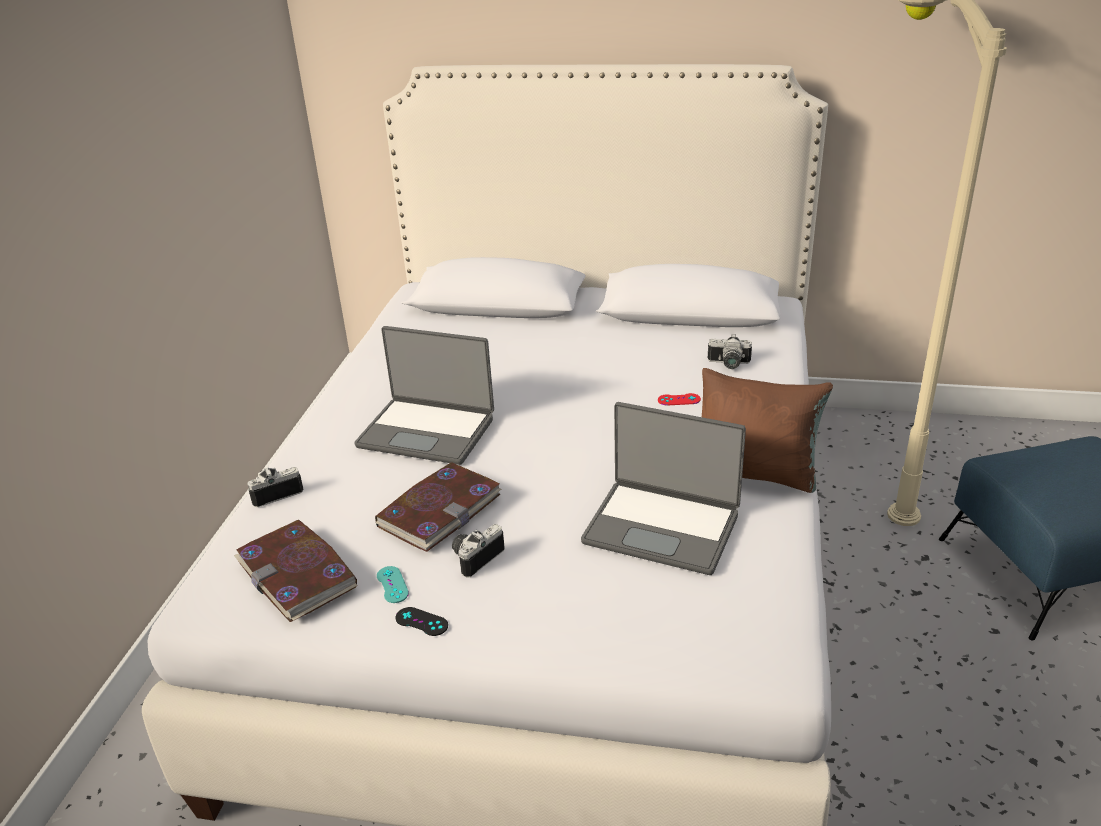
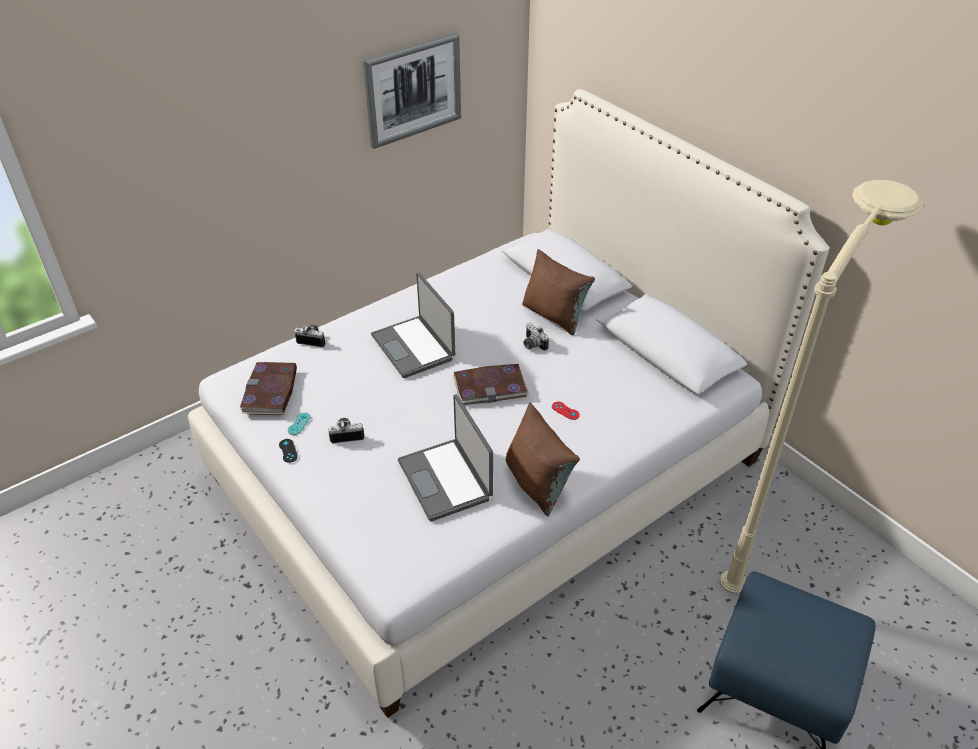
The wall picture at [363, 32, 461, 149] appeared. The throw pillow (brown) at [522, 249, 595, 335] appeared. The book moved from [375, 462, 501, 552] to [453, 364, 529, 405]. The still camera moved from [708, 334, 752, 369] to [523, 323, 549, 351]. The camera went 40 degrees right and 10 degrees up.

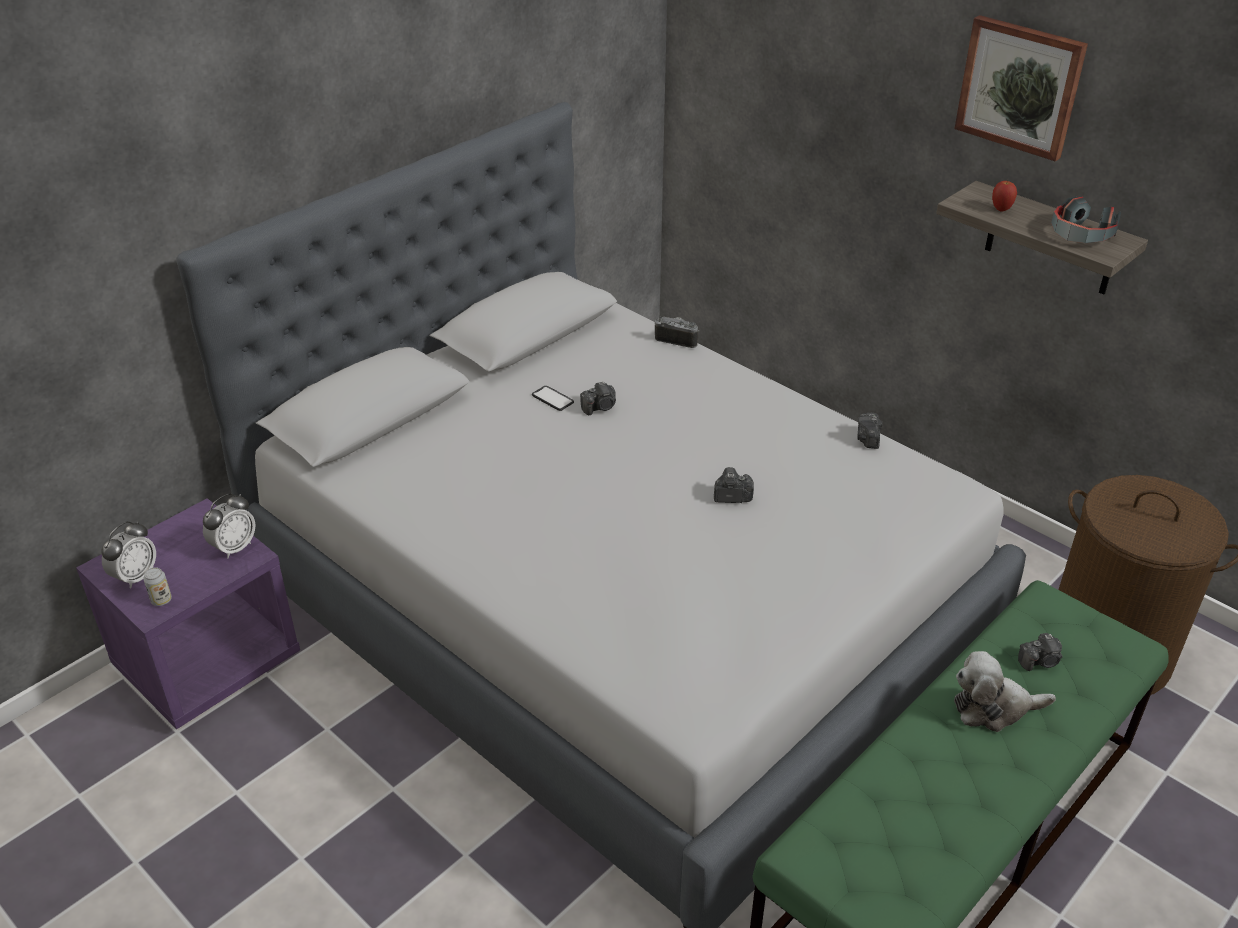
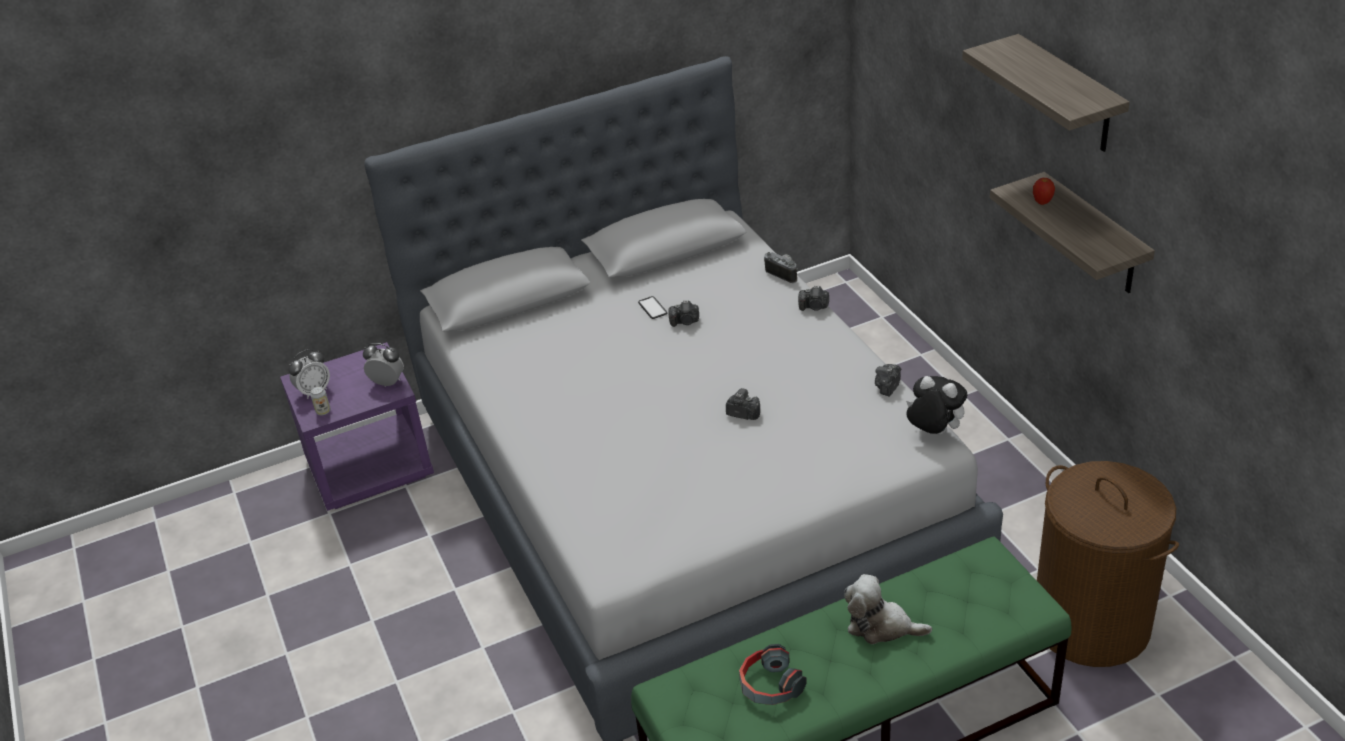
The cuddly toy at [906, 376, 967, 435] appeared. The still camera moved from [1018, 633, 1062, 671] to [798, 286, 829, 311]. The pair of headphones moved from [1051, 196, 1121, 243] to [739, 644, 807, 705]. The wall picture at [954, 15, 1088, 162] was replaced by the shelf at [962, 34, 1130, 152]. The table clock at [203, 493, 255, 558] turned 135 degrees counterclockwise. The camera went 25 degrees right and 0 degrees up.

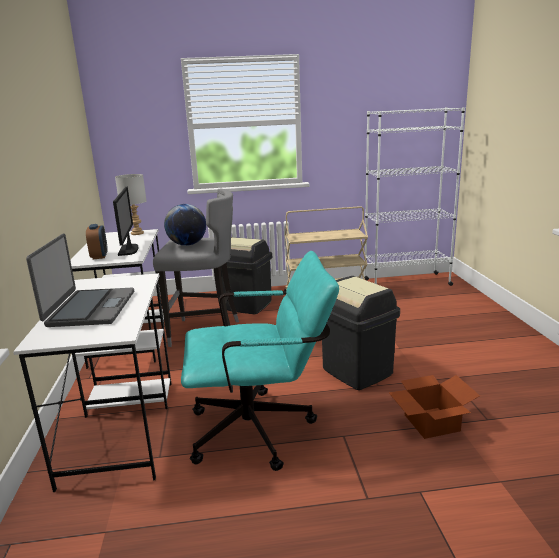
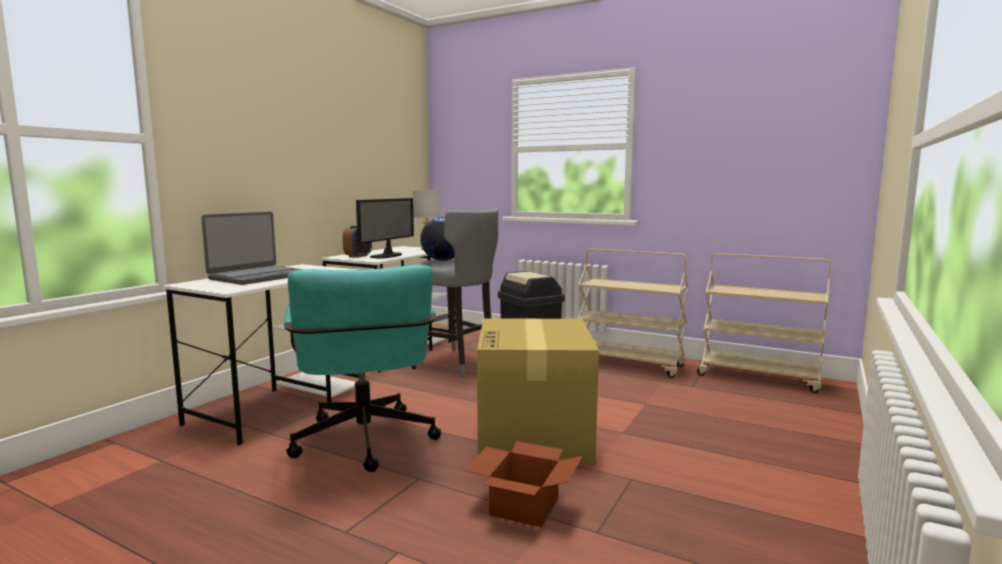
The trash can (black) at [322, 276, 400, 390] was replaced by the carton at [477, 318, 599, 464]. The shelving unit (whitish) at [364, 107, 465, 286] was replaced by the cart (sand-coloured) at [697, 253, 831, 393]. The computer chair (turquoise) at [181, 251, 339, 471] turned 45 degrees clockwise. The camera went 35 degrees right and 10 degrees down.

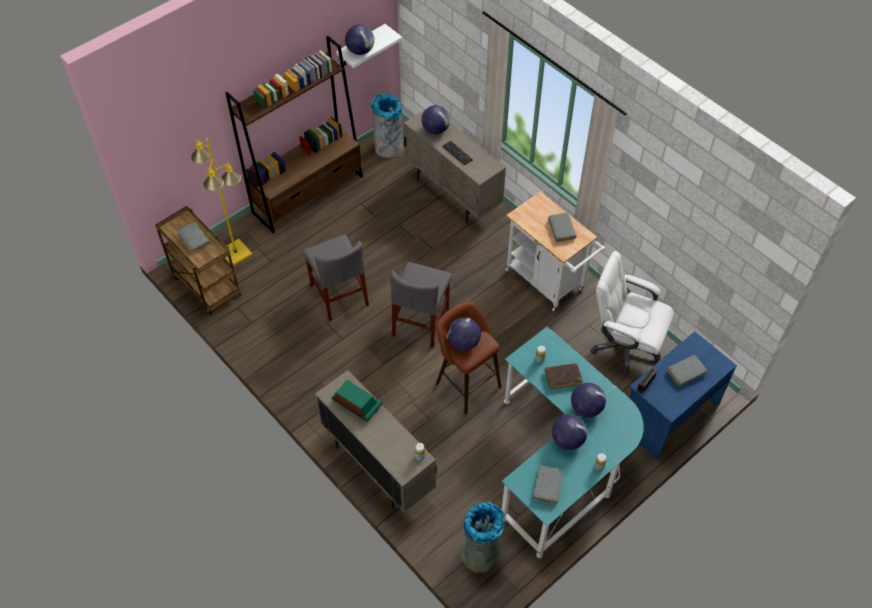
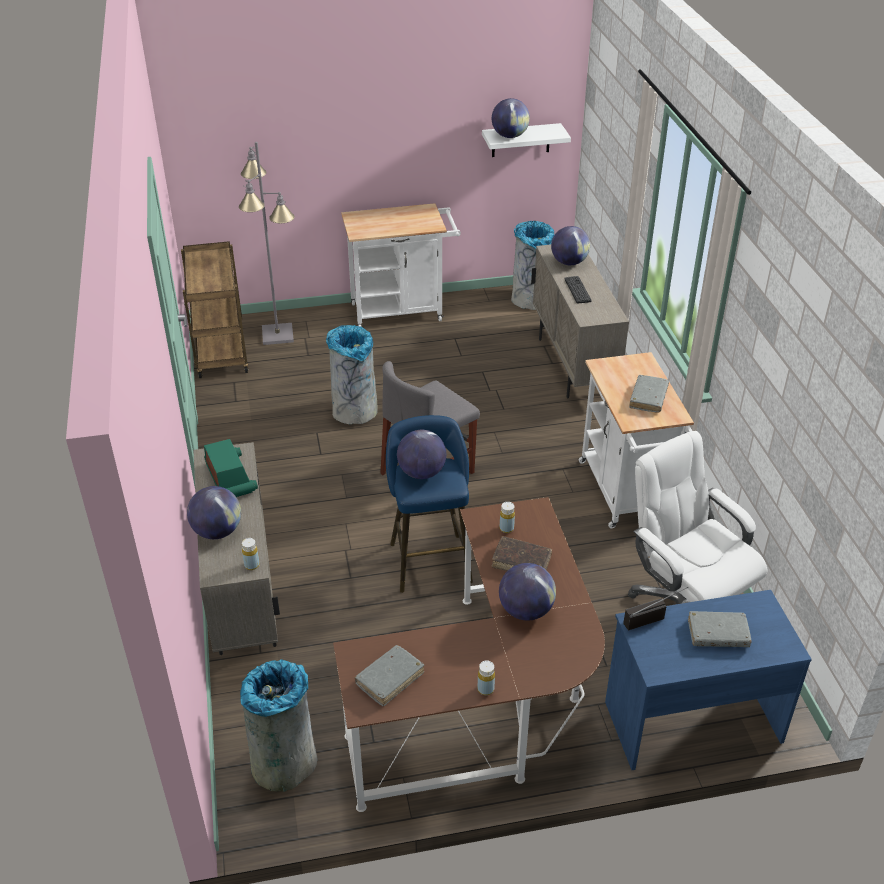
The book (greyish) at [177, 222, 210, 253] disappeared. The desk globe moved from [552, 414, 587, 450] to [187, 486, 241, 539]. The shelving unit (brown) at [225, 36, 363, 234] was replaced by the cart (whitish) at [341, 203, 461, 327]. The plain chair (greyish) at [304, 235, 369, 321] was replaced by the trash can (greyish) at [326, 325, 378, 424]. The standard lamp (yellowish) at [191, 139, 252, 266] became the standard lamp (greyish) at [239, 142, 295, 345]. The stool (brown) at [436, 301, 502, 414] became the stool (blue-coloured) at [386, 415, 473, 593]. The desk (turquoise) at [502, 326, 644, 558] became the desk (brown) at [333, 497, 605, 812]. The camera went 30 degrees right and 15 degrees down.

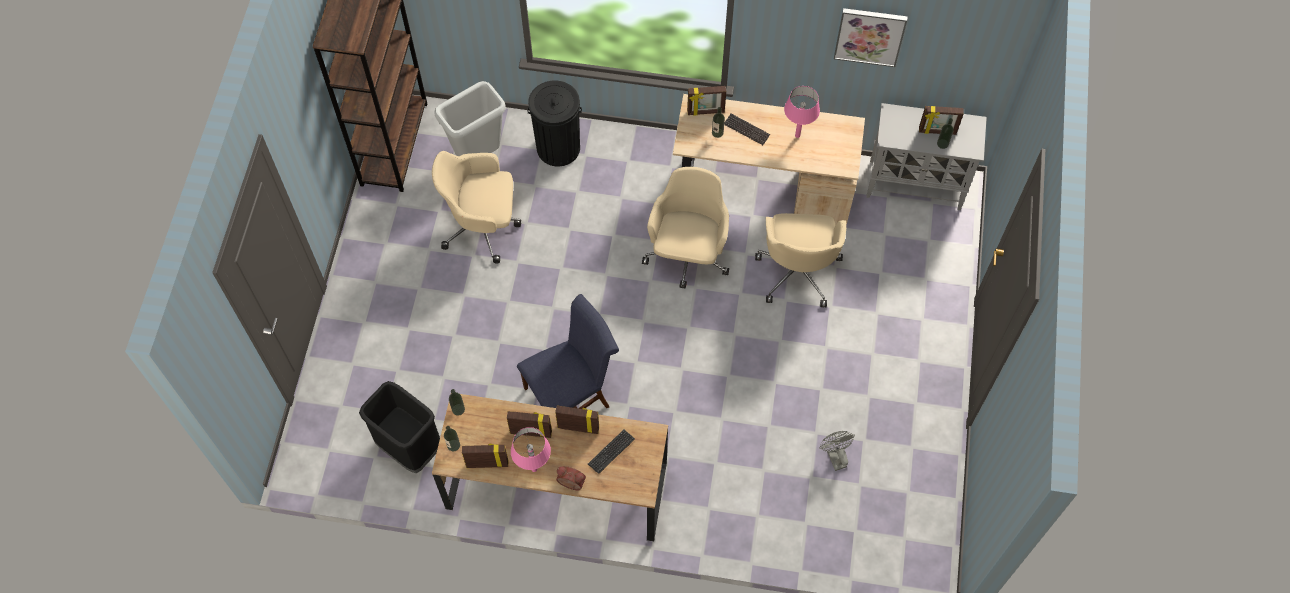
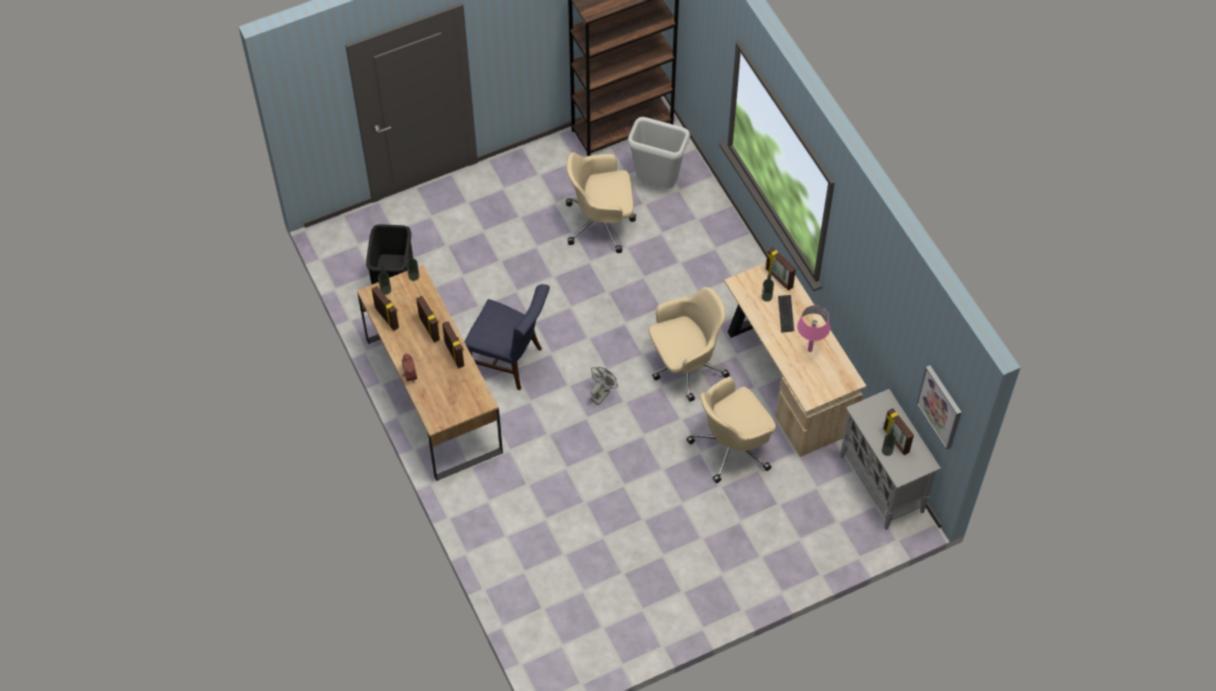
The lamp for a table (pink) at [511, 427, 551, 472] disappeared. The trash can (black) at [527, 81, 582, 166] disappeared. The computer keyboard at [588, 430, 635, 474] disappeared. The fan (greyish) moved from [819, 431, 855, 471] to [590, 367, 618, 405]. The wall picture moved from [834, 8, 908, 67] to [917, 365, 961, 450]. The computer chair (sand-coloured) at [432, 151, 521, 264] turned 60 degrees counterclockwise. The camera went 55 degrees right and 5 degrees down.

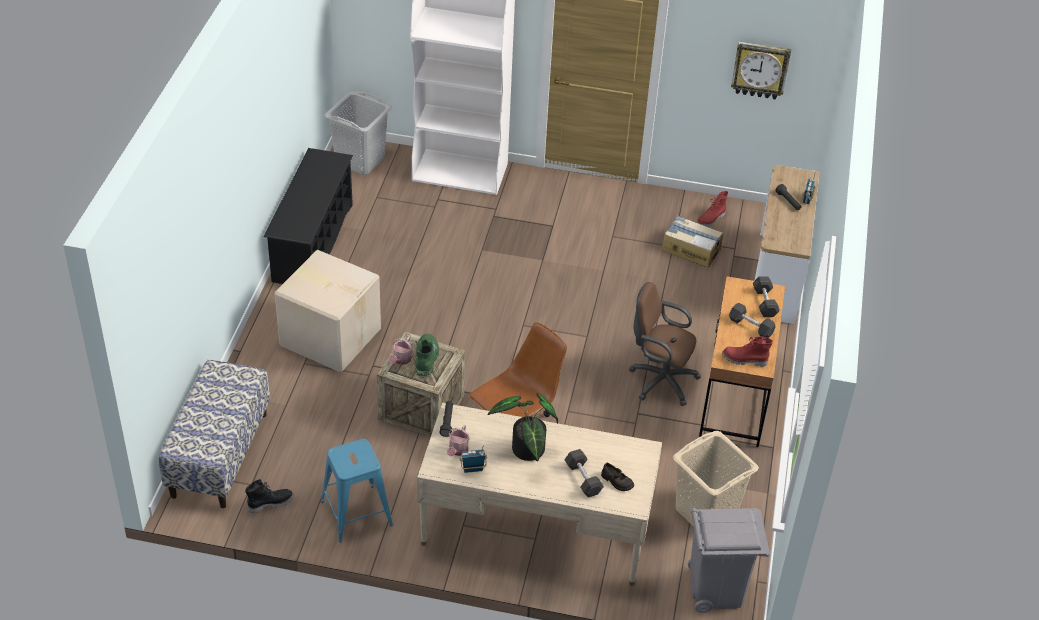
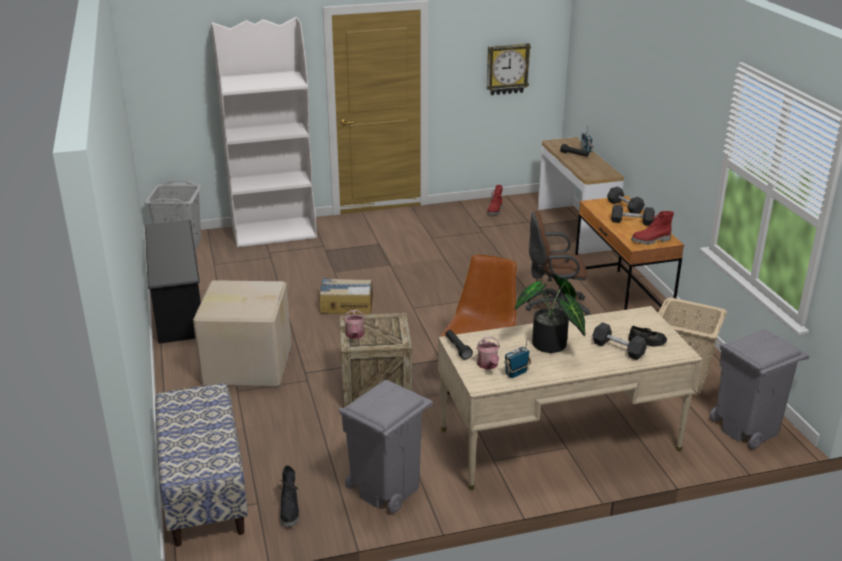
The boot (greenish) at [416, 334, 439, 377] disappeared. The carton moved from [662, 216, 723, 267] to [319, 278, 373, 314]. The stool (blue-coloured) at [321, 439, 393, 543] was replaced by the trash can (greyish) at [338, 380, 433, 513]. The boot (black) at [245, 479, 294, 513] turned 135 degrees clockwise. The camera went 25 degrees left and 15 degrees down.

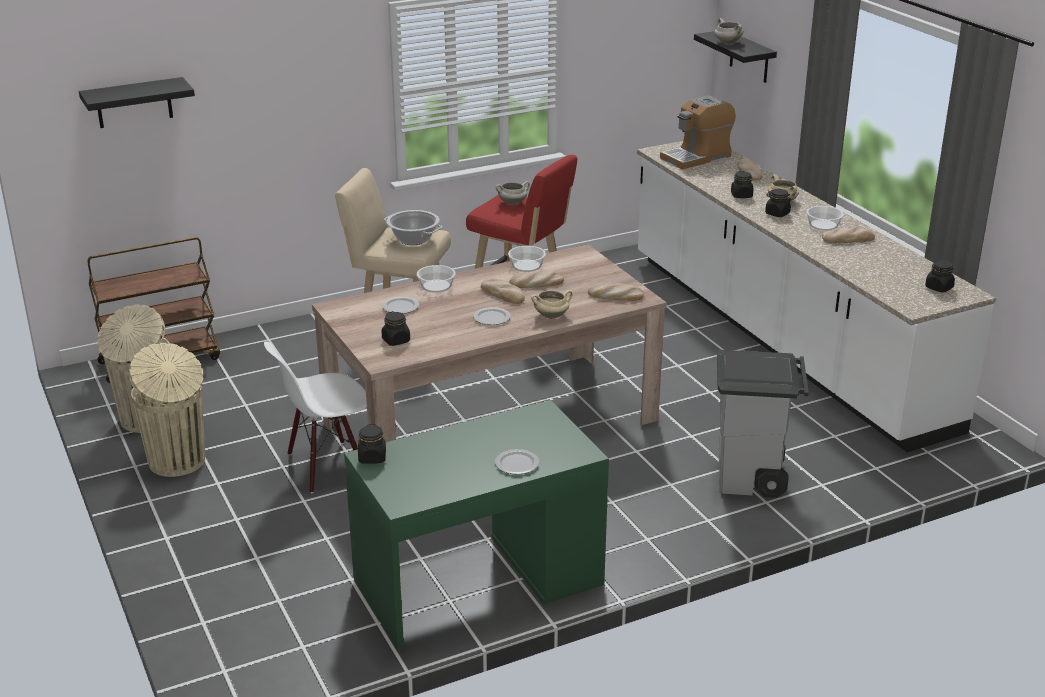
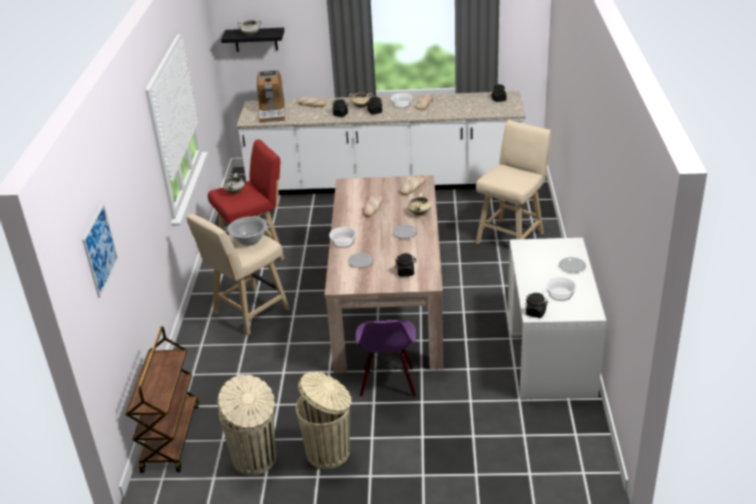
The bakery bread at [481, 278, 525, 304] disappeared. The serving bowl moved from [508, 246, 546, 272] to [546, 277, 576, 301]. The shelf (black) at [79, 77, 195, 128] was replaced by the wall picture at [82, 203, 118, 298]. The trash can (greyish) at [717, 350, 809, 498] was replaced by the stool (sand-coloured) at [476, 120, 551, 244]. The plain chair (whitish) at [264, 342, 367, 493] became the plain chair (purple) at [355, 320, 416, 397]. The desk (greenish) at [344, 400, 609, 651] became the desk (whitish) at [507, 238, 606, 399]. The camera went 60 degrees left and 5 degrees up.

